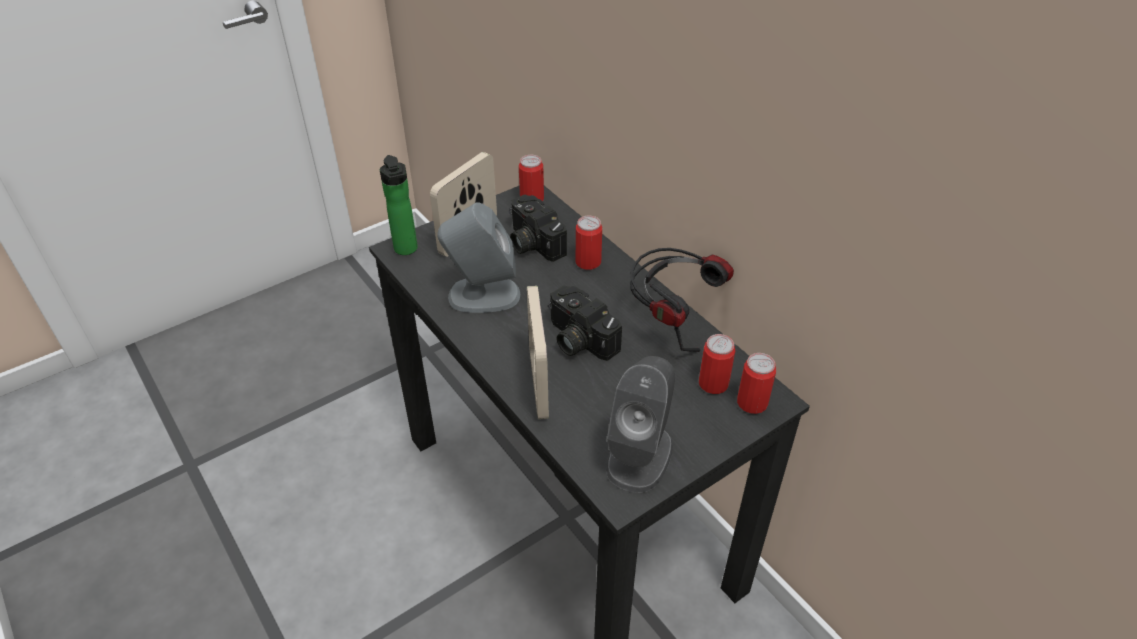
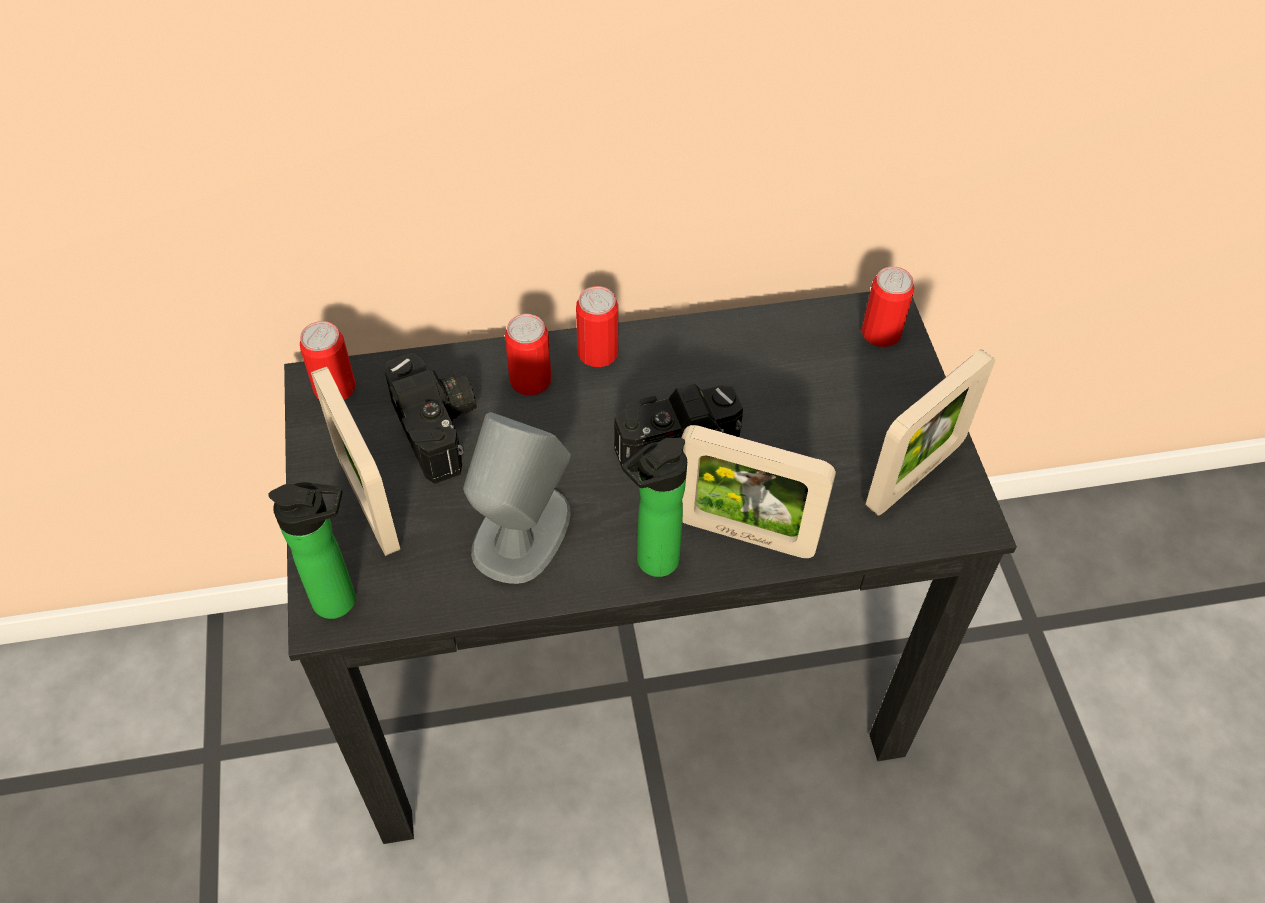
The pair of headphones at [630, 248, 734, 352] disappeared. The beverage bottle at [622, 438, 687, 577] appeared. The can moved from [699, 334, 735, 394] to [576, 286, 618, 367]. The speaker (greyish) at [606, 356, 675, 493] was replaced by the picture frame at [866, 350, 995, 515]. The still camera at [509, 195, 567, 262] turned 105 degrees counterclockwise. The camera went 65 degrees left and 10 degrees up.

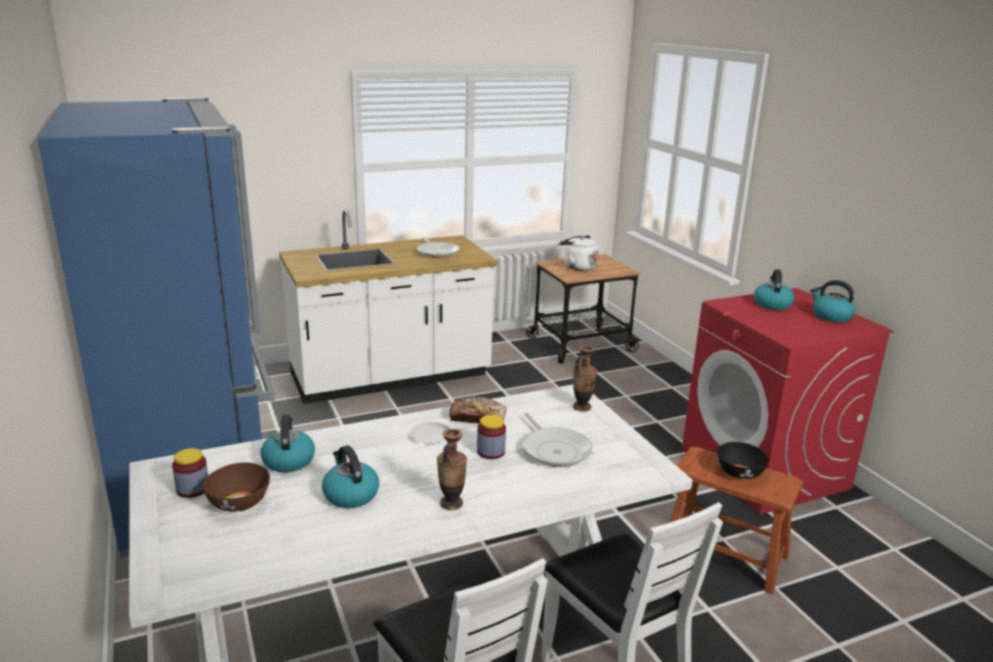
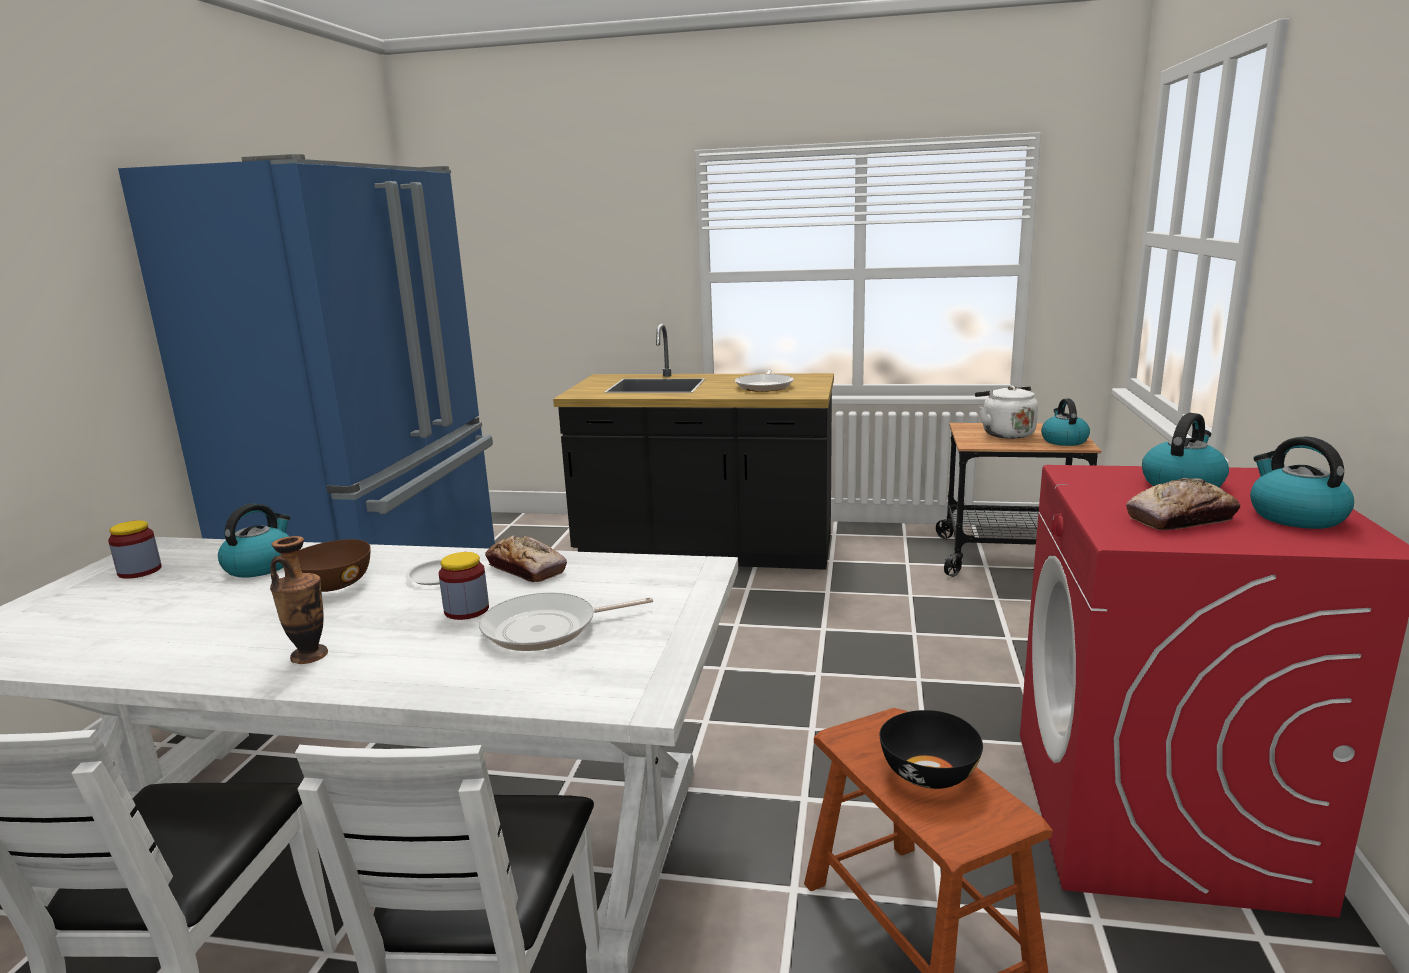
The vase at [573, 346, 597, 412] disappeared. The bakery bread at [1126, 478, 1240, 530] appeared. The serving bowl (brown) moved from [203, 462, 270, 512] to [298, 539, 371, 592]. The tea kettle moved from [322, 445, 379, 508] to [1041, 399, 1090, 446]. The counter (whitish) at [279, 209, 497, 404] became the counter (black) at [553, 324, 834, 570]. The skillet at [523, 413, 592, 467] turned 60 degrees clockwise. The camera went 35 degrees right and 5 degrees down.

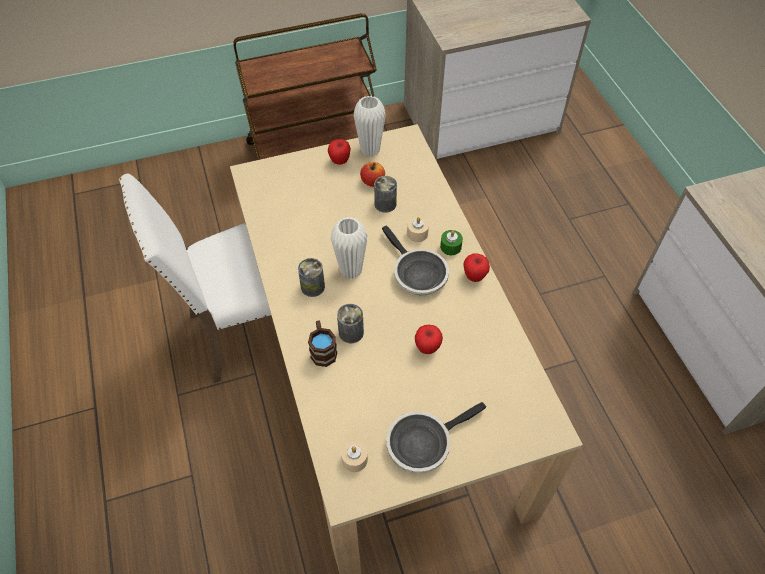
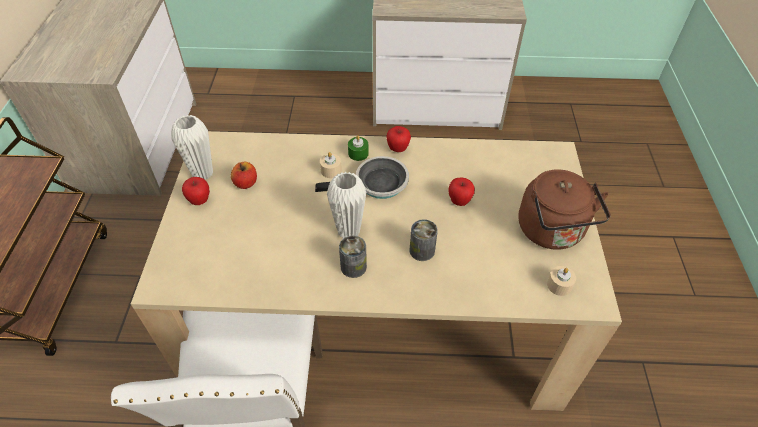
The tea mug (brown) at [308, 320, 337, 367] disappeared. The can at [374, 176, 397, 213] disappeared. The skillet at [386, 402, 486, 473] was replaced by the tea kettle (brown) at [518, 169, 611, 250]. The camera went 70 degrees left and 5 degrees down.

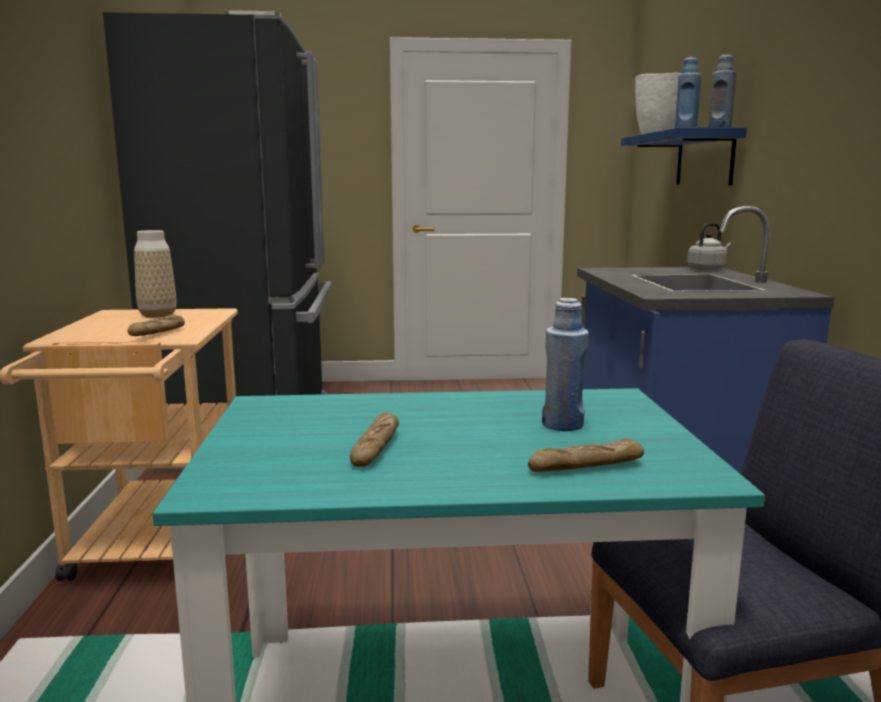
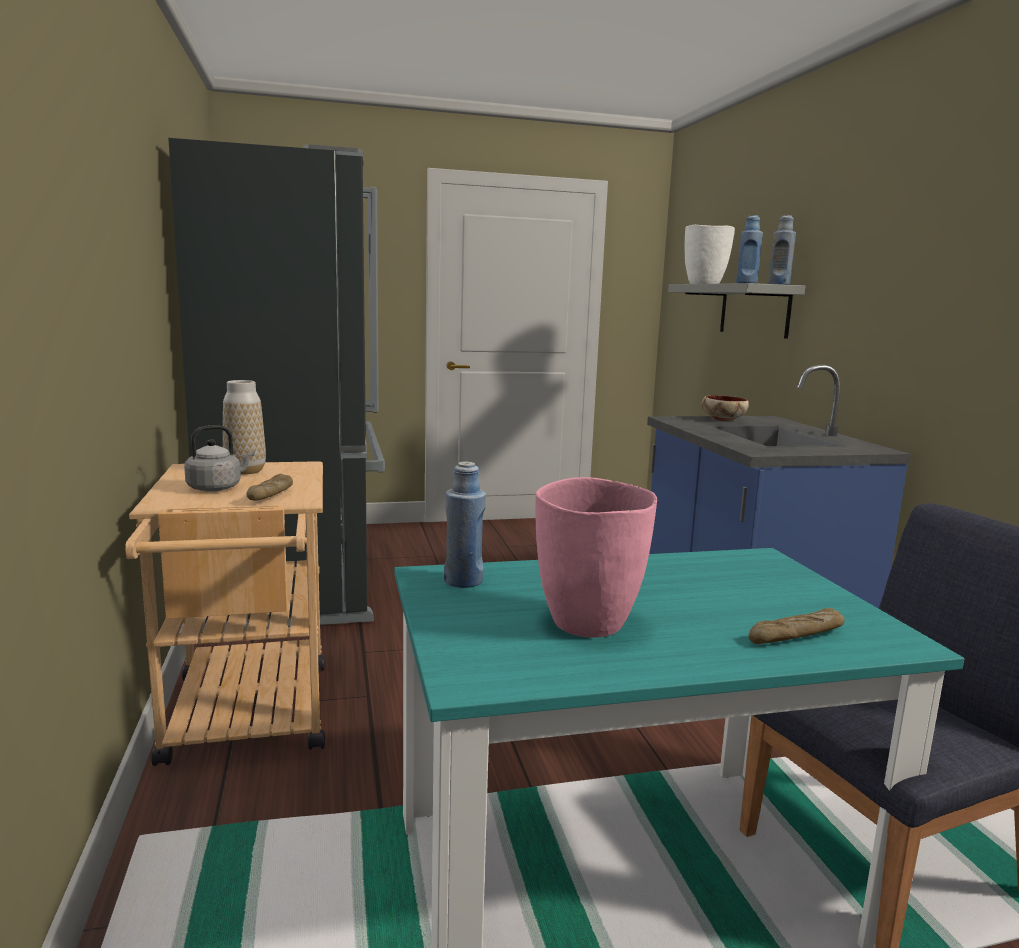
The serving bowl at [701, 395, 749, 421] appeared. The beverage bottle (blue-coloured) moved from [542, 298, 589, 431] to [444, 461, 486, 588]. The tea kettle (greyish) moved from [687, 223, 731, 271] to [184, 425, 255, 492]. The bakery bread at [350, 412, 399, 467] was replaced by the vase (pink) at [535, 477, 657, 638]. The shelf (blue-coloured) at [621, 127, 747, 185] became the shelf (greyish) at [668, 283, 805, 339]. The camera went 10 degrees left and 0 degrees up.

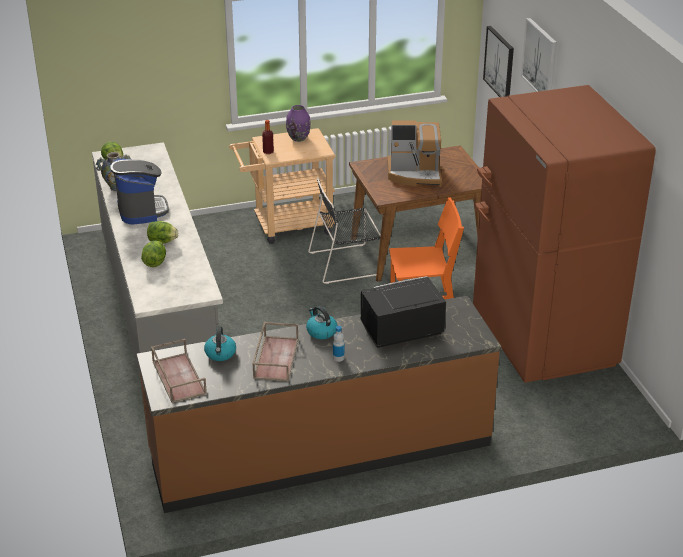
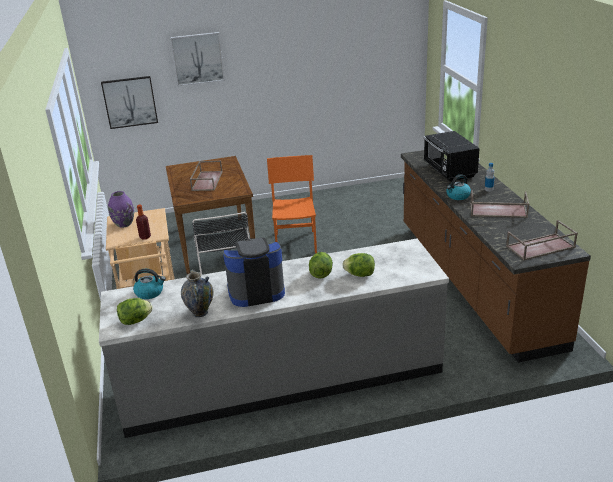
The fridge (brown) at [473, 85, 656, 383] disappeared. The tea kettle moved from [204, 326, 236, 361] to [133, 269, 166, 299]. The coffee maker at [388, 120, 442, 187] was replaced by the carrying tray (brown) at [190, 161, 222, 191]. The camera went 85 degrees left and 5 degrees down.

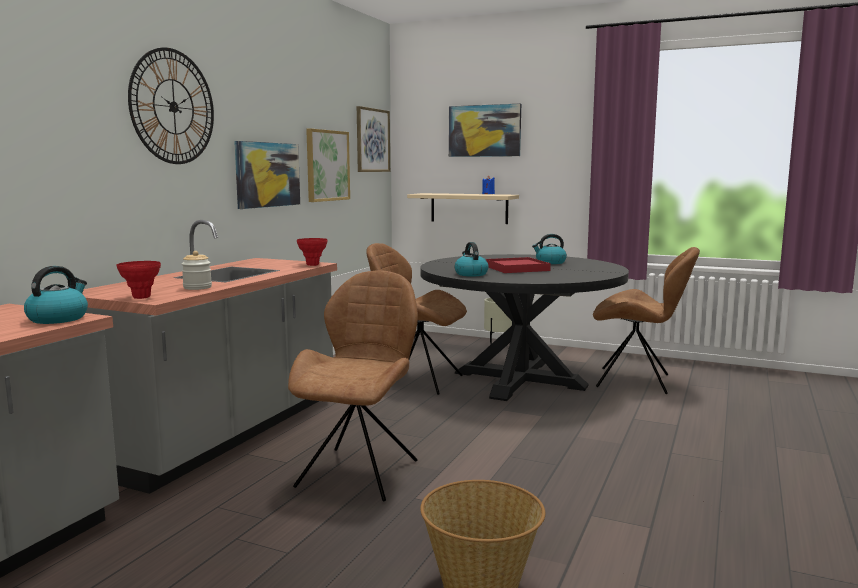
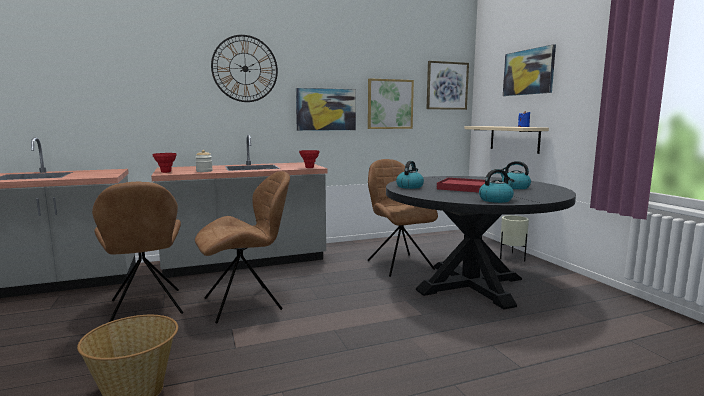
The tea kettle moved from [24, 266, 88, 324] to [479, 169, 514, 203]. The plain chair (brown) moved from [593, 247, 700, 394] to [92, 182, 184, 322]. The camera went 45 degrees right and 0 degrees up.

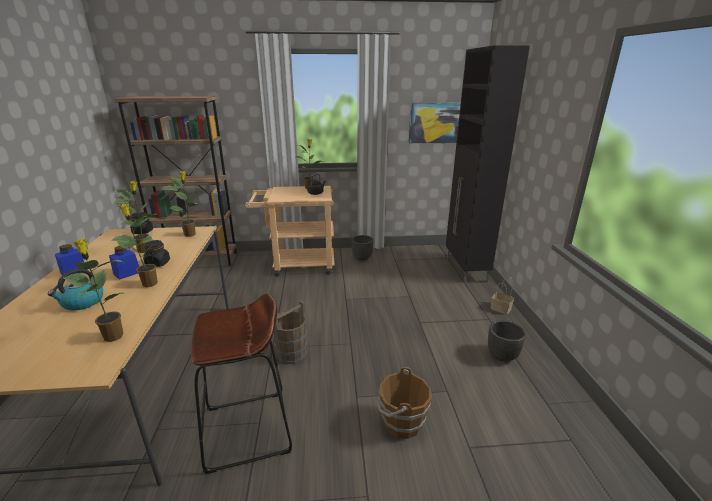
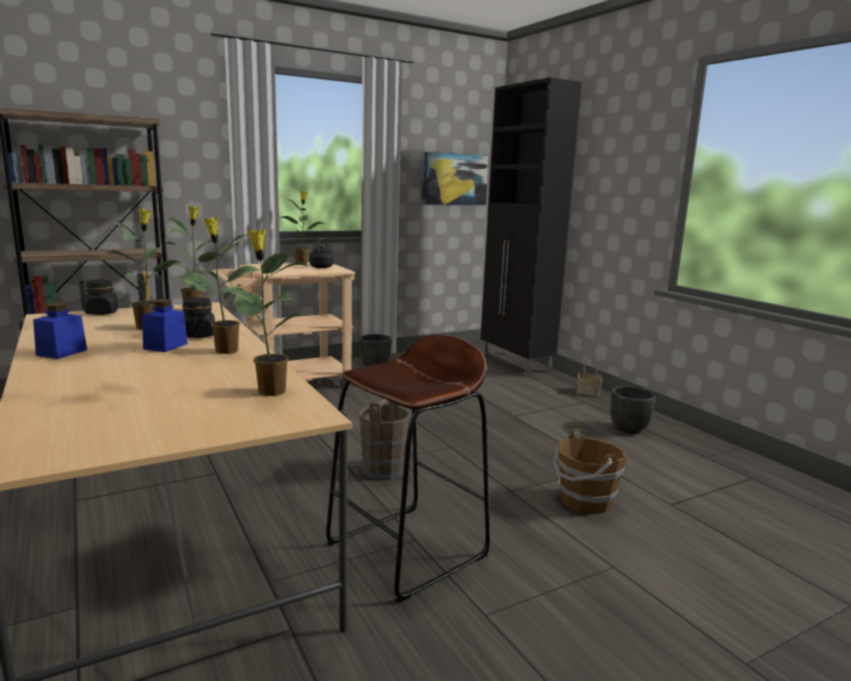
The tea kettle at [48, 268, 103, 310] disappeared. The camera went 25 degrees left and 10 degrees down.

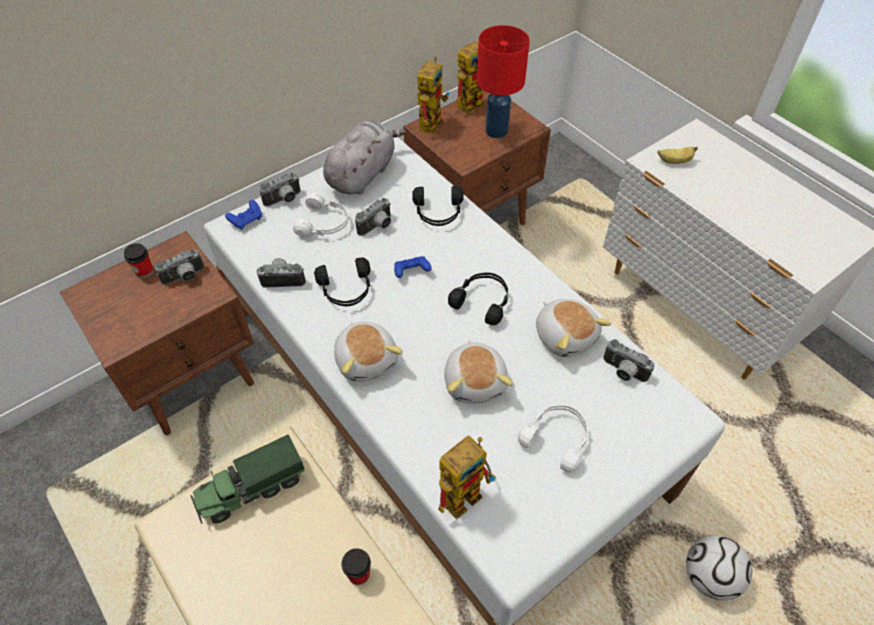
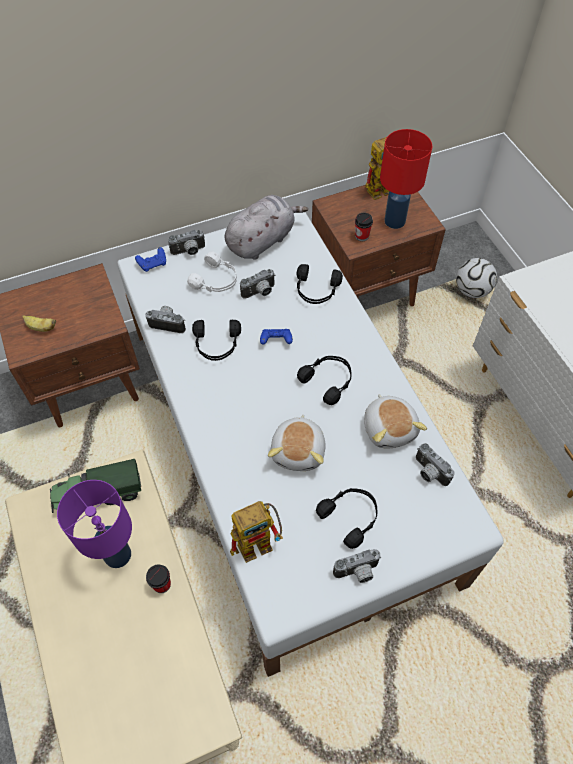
The cuddly toy at [334, 322, 403, 382] disappeared. The toy robot at [418, 56, 450, 135] disappeared. The lamp for a table (purple) at [57, 480, 132, 568] appeared. The small cup moved from [124, 243, 153, 278] to [355, 213, 373, 241]. The still camera moved from [155, 249, 204, 285] to [333, 549, 381, 583]. The whole banana moved from [657, 147, 698, 164] to [22, 315, 56, 332]. The ball for football moved from [686, 535, 752, 600] to [456, 258, 497, 298]. The pair of headphones (whitish) at [518, 405, 588, 472] became the pair of headphones (black) at [316, 488, 377, 549]. The camera went 15 degrees right and 5 degrees up.

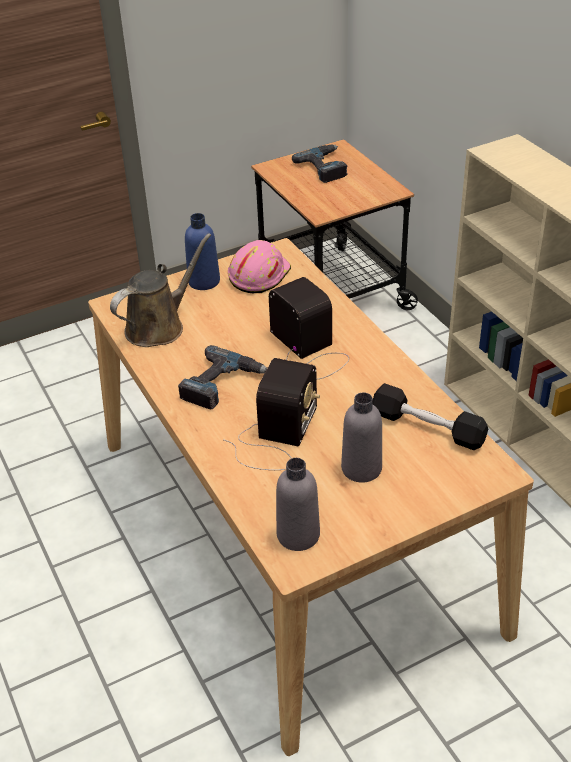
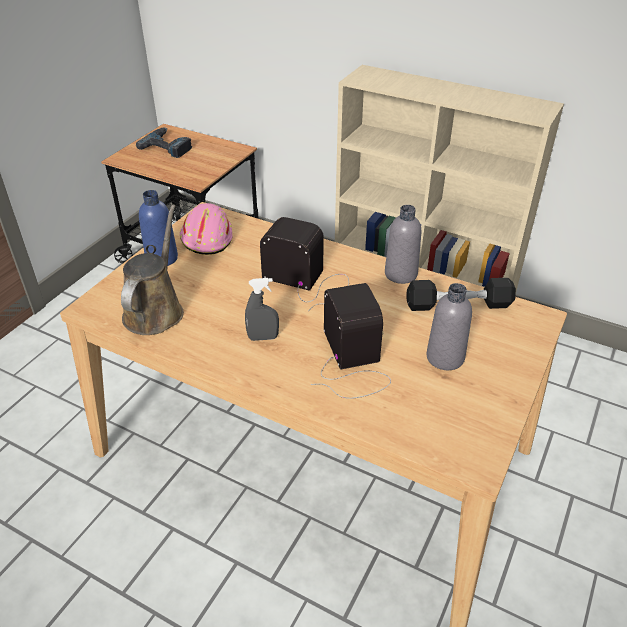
The beverage bottle (greyish) moved from [276, 458, 320, 551] to [385, 205, 421, 284]. The power drill at [178, 345, 267, 410] was replaced by the hand sprayer (greyish) at [245, 278, 279, 341]. The camera went 35 degrees left and 0 degrees up.

